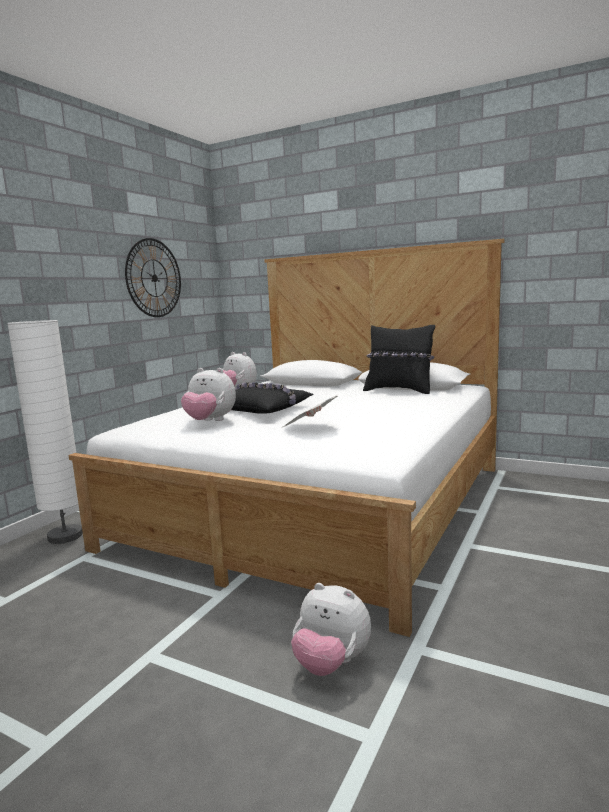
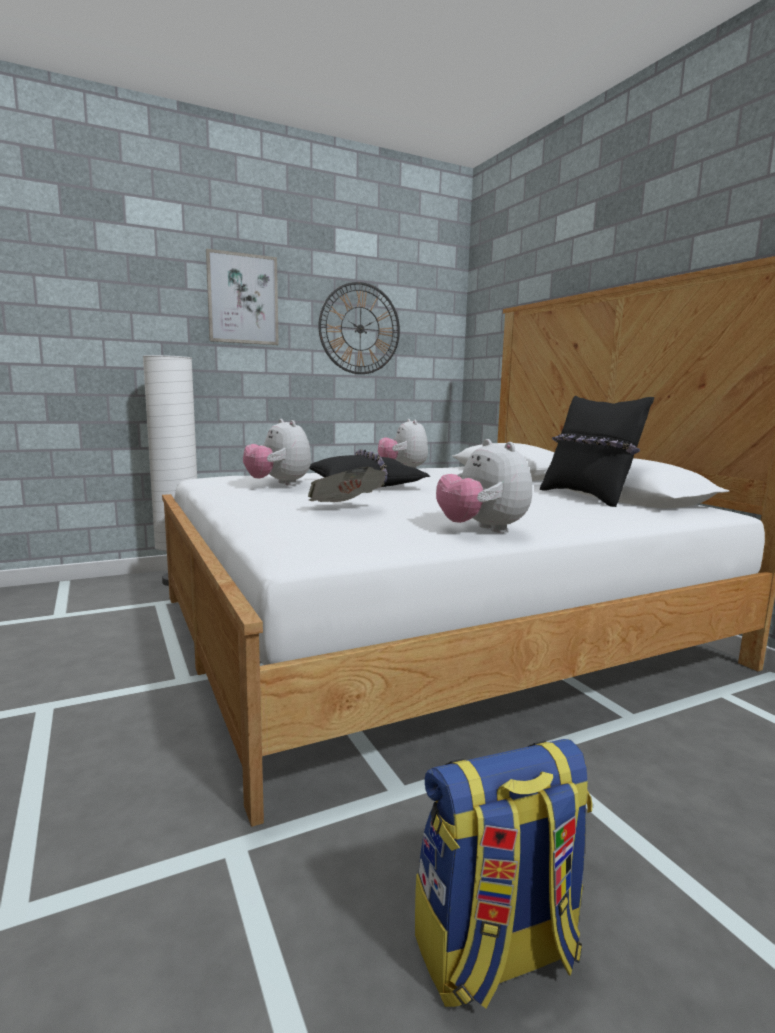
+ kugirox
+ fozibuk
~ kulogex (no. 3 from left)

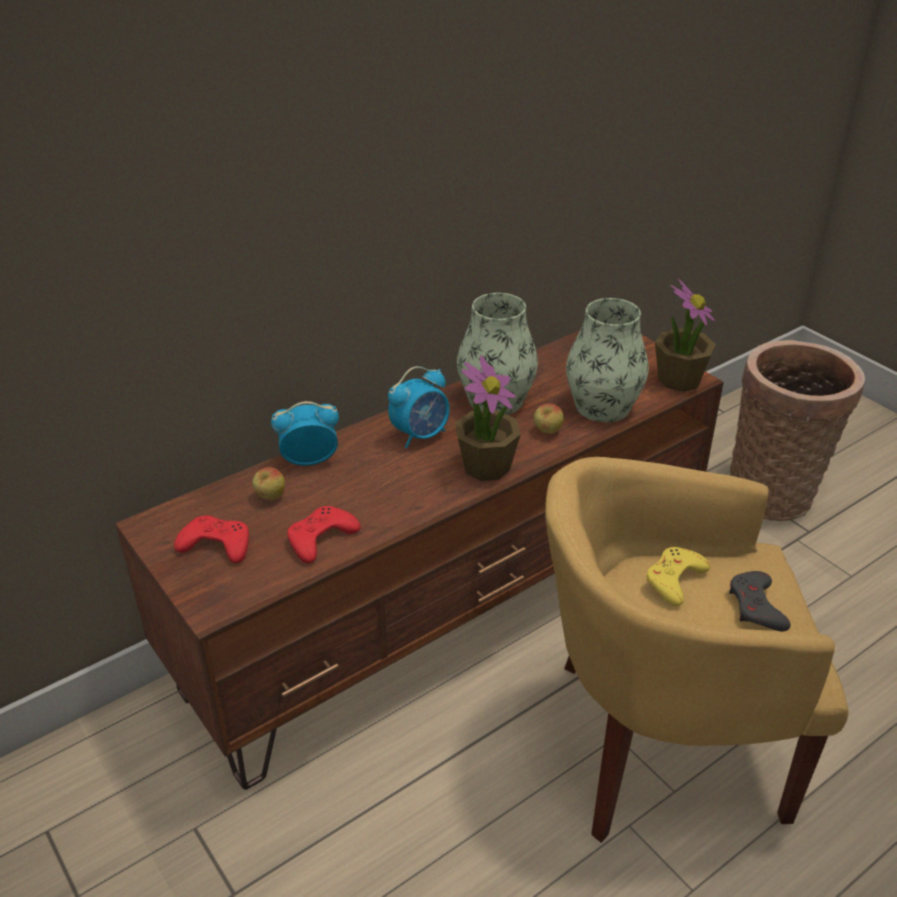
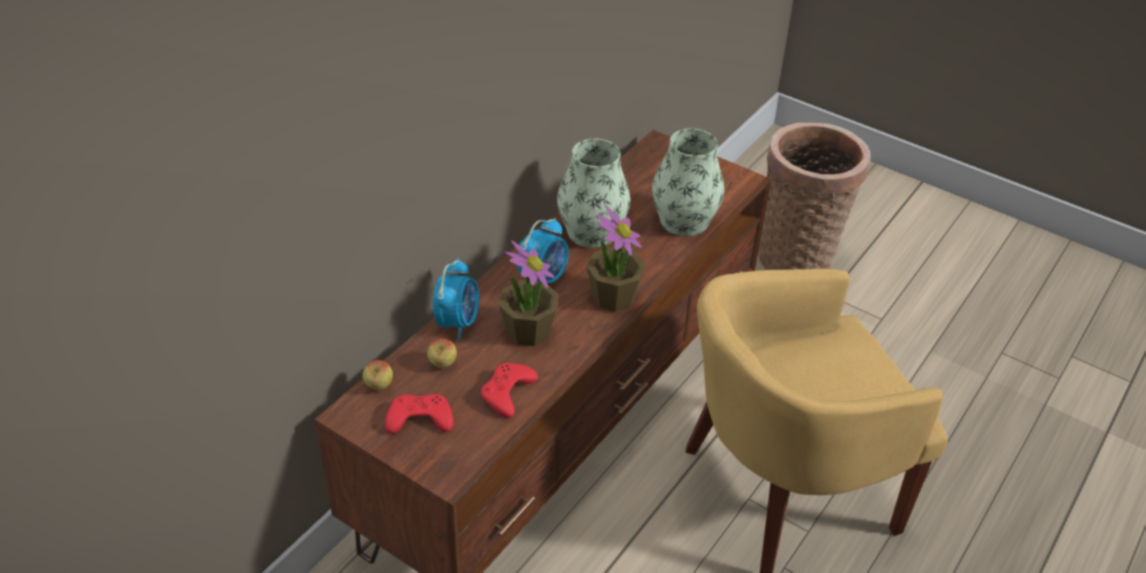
- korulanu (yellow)
- korulanu (grey)
~ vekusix (no. 2 from left in the first image) to vekusix (no. 1 from left)
~ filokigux (no. 2 from left in the first image) to filokigux (no. 1 from left)
~ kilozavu (no. 1 from left) 135 degrees clockwise

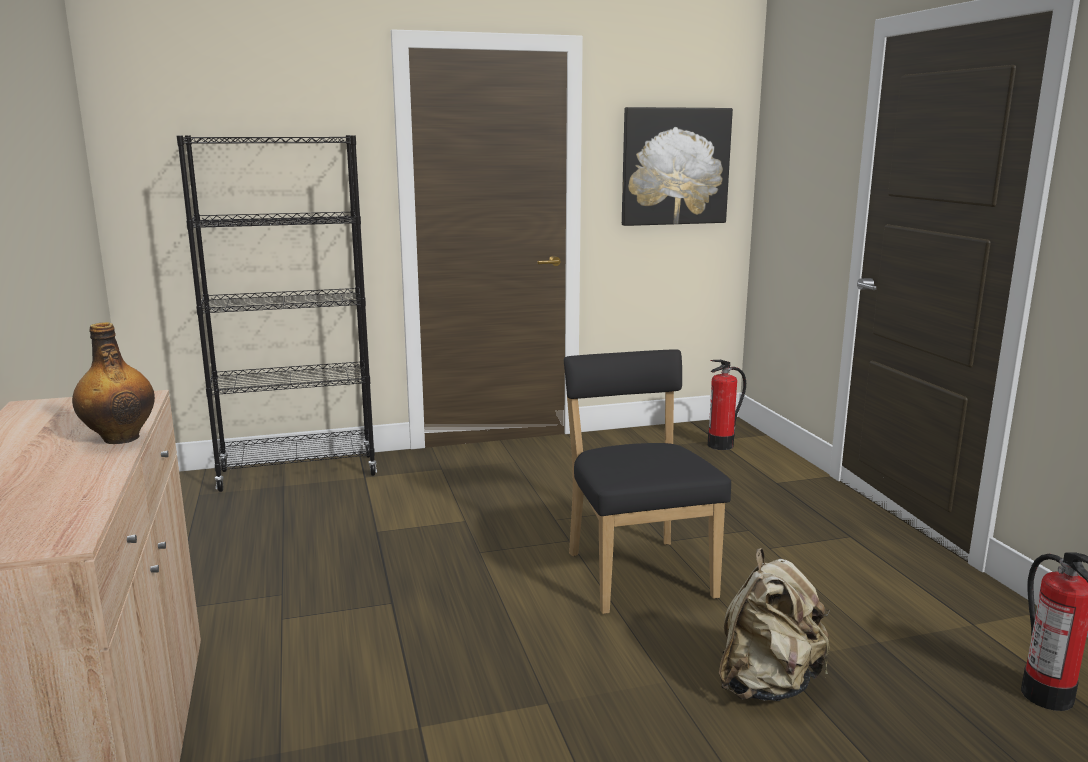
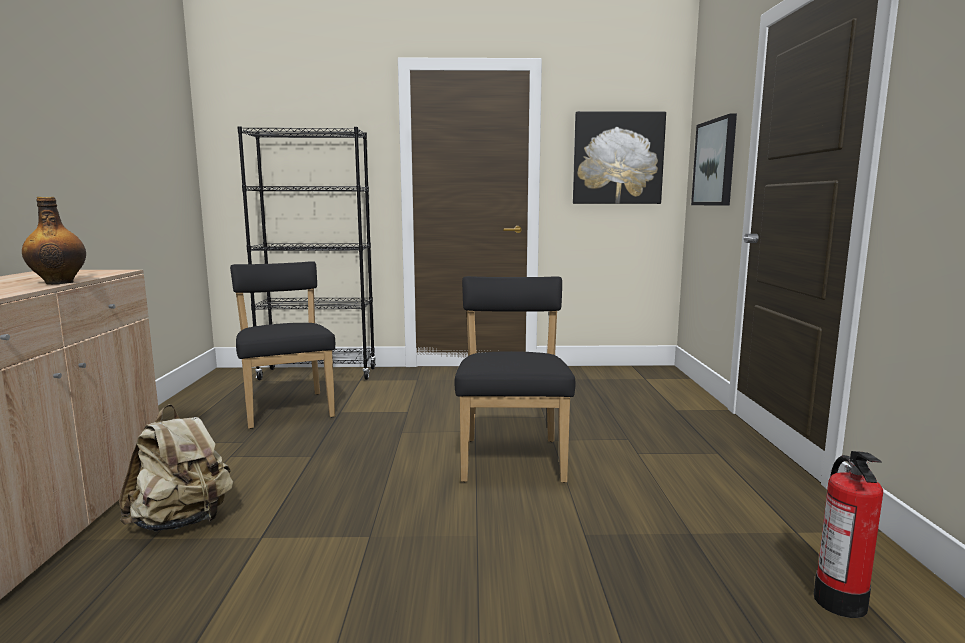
- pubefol (no. 1 from left)
+ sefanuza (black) (no. 1 from left)
+ kugirox (no. 2 from left)
~ fozibuk (beige)

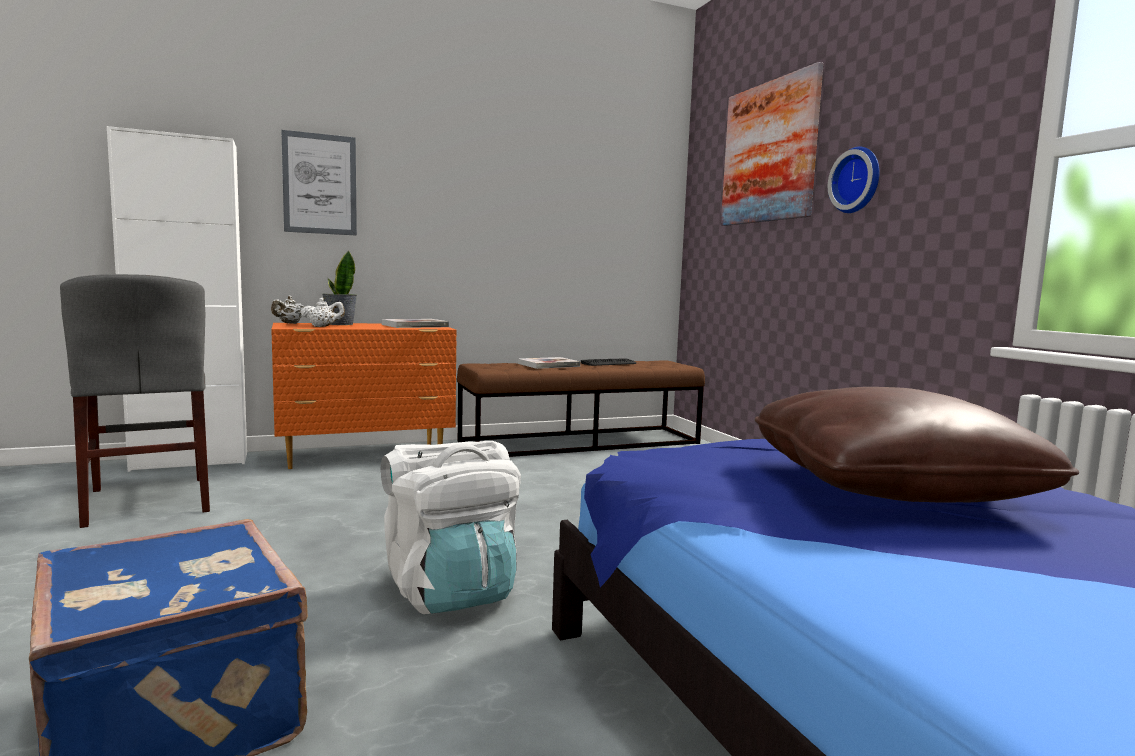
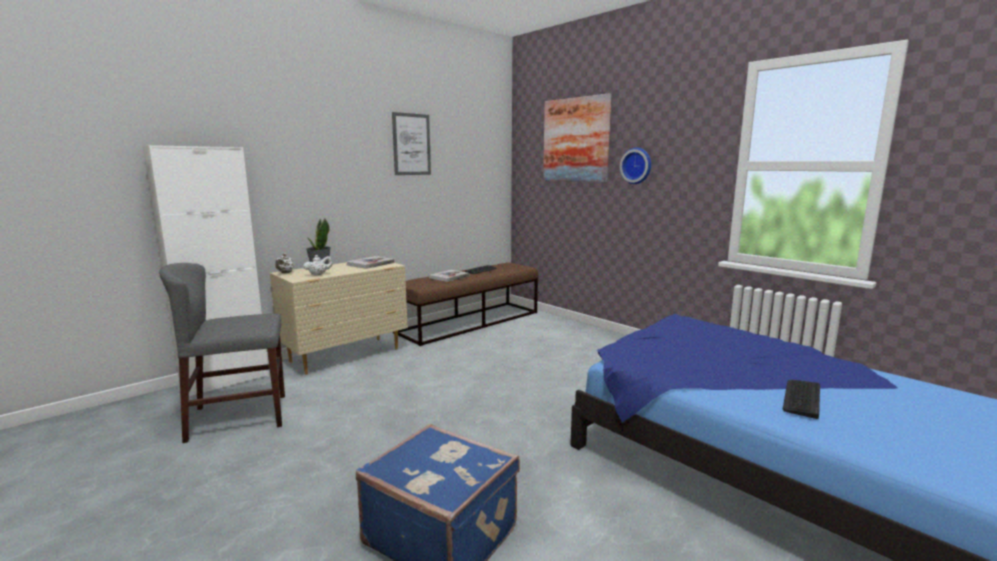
- fozibuk (white)
- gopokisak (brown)
+ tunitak (no. 2 from left)
~ kugirox (no. 1 from left)
~ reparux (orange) to reparux (beige)
~ sefanuza (grey) 120 degrees clockwise

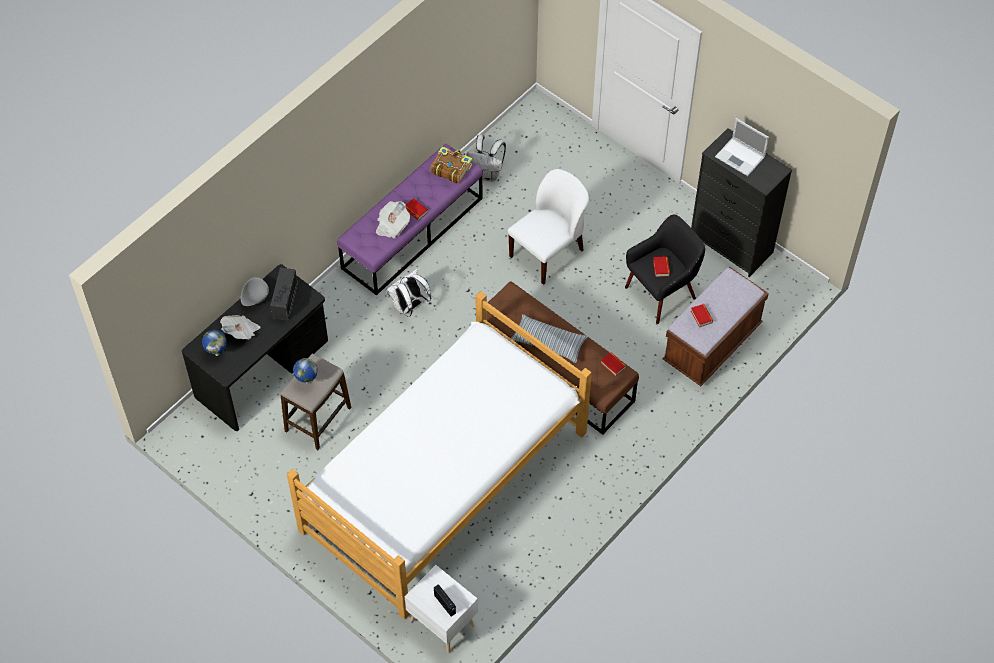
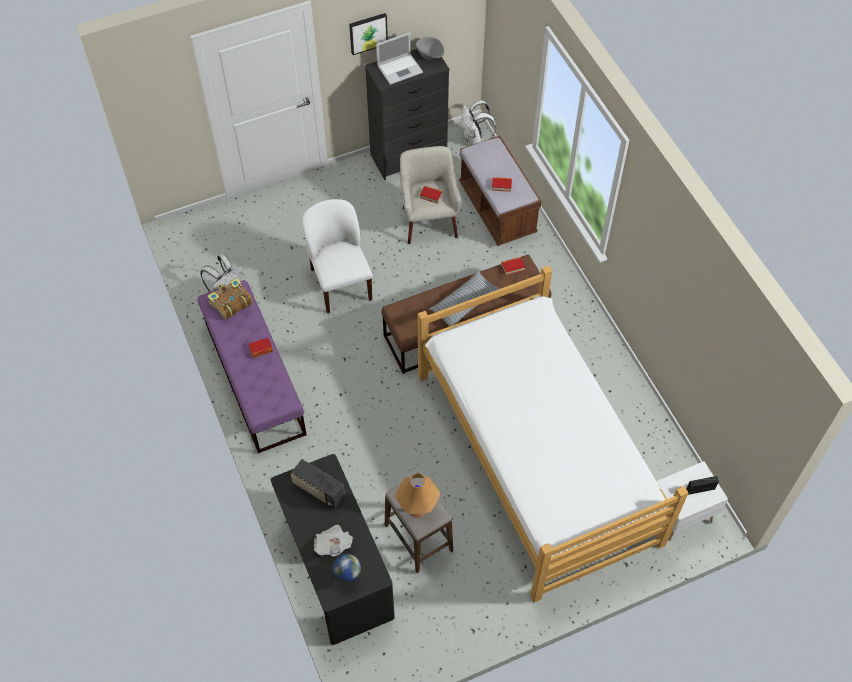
- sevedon (no. 2 from left)
+ kugirox
~ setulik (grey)
~ fozibuk (white) (no. 1 from left in the first image) to fozibuk (white) (no. 2 from left)
~ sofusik (no. 2 from left) to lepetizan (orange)
~ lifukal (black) to lifukal (beige)

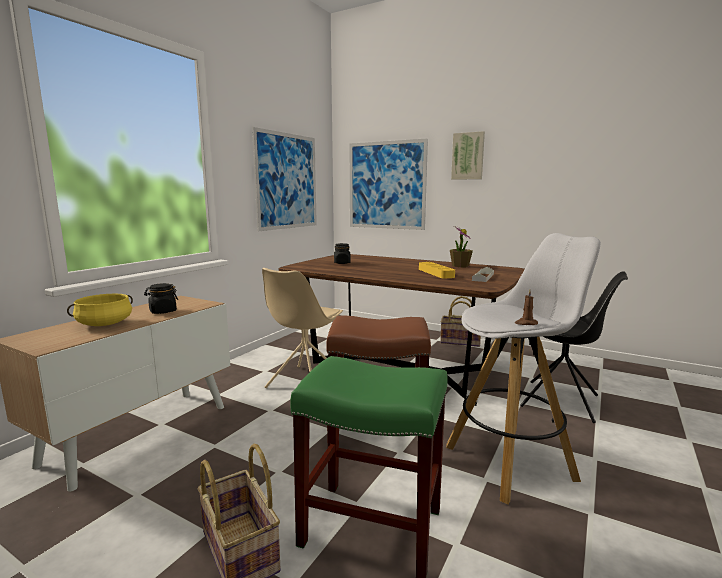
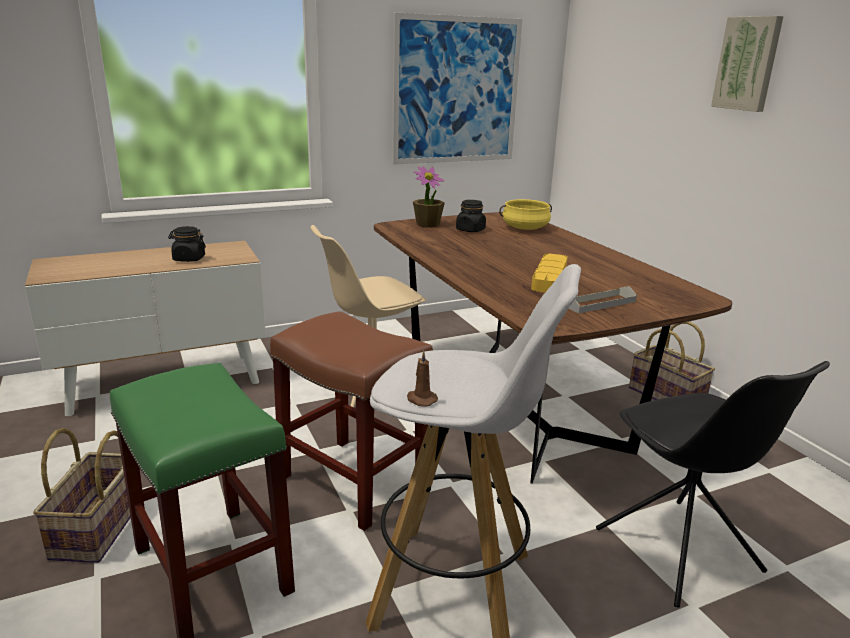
- kugirox (no. 2 from left)
~ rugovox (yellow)
~ filokigux

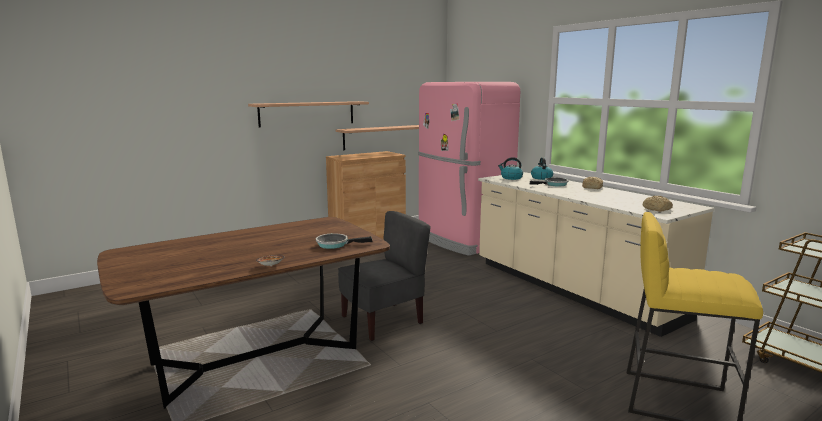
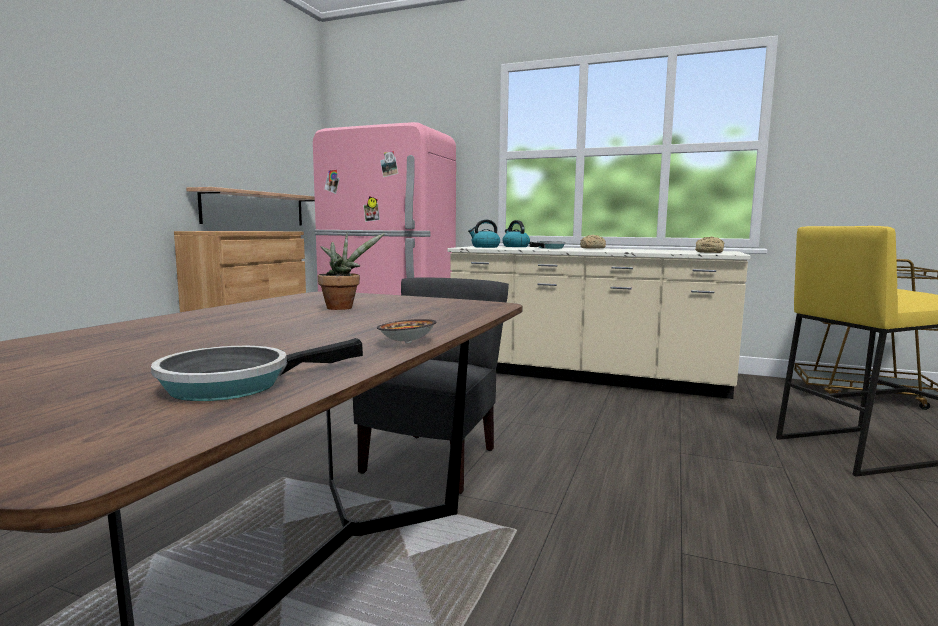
- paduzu (no. 1 from left)
+ filokigux
~ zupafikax (no. 1 from left)

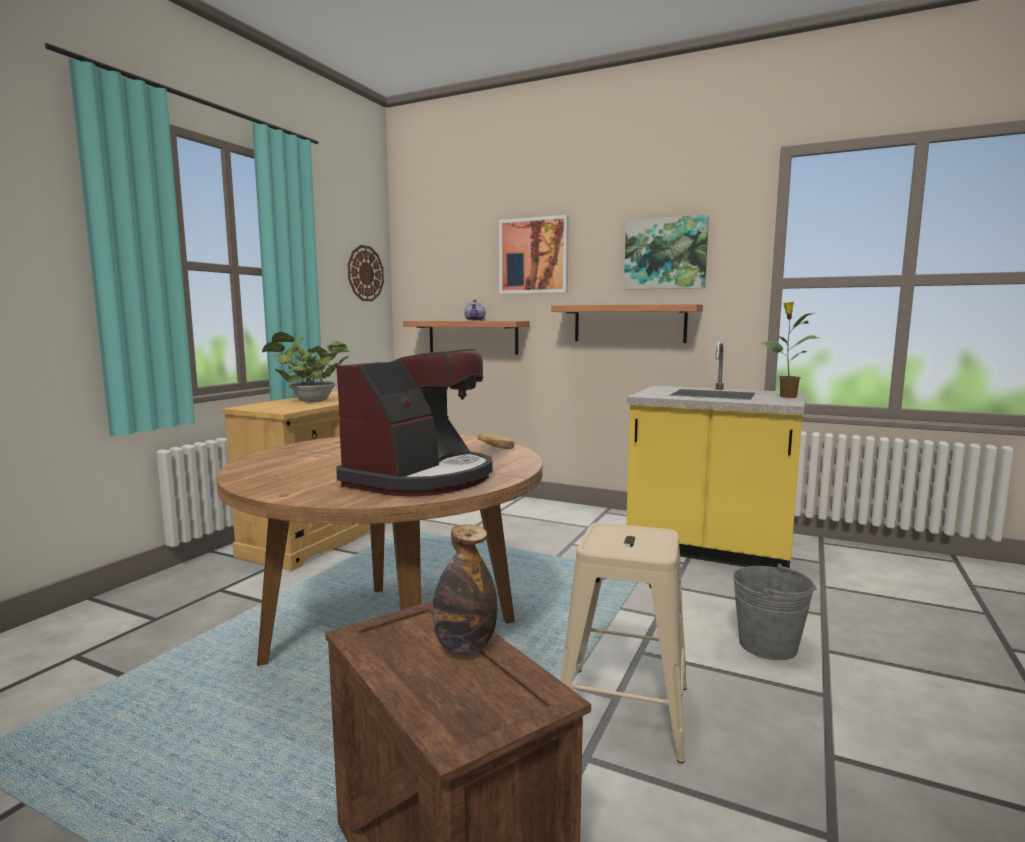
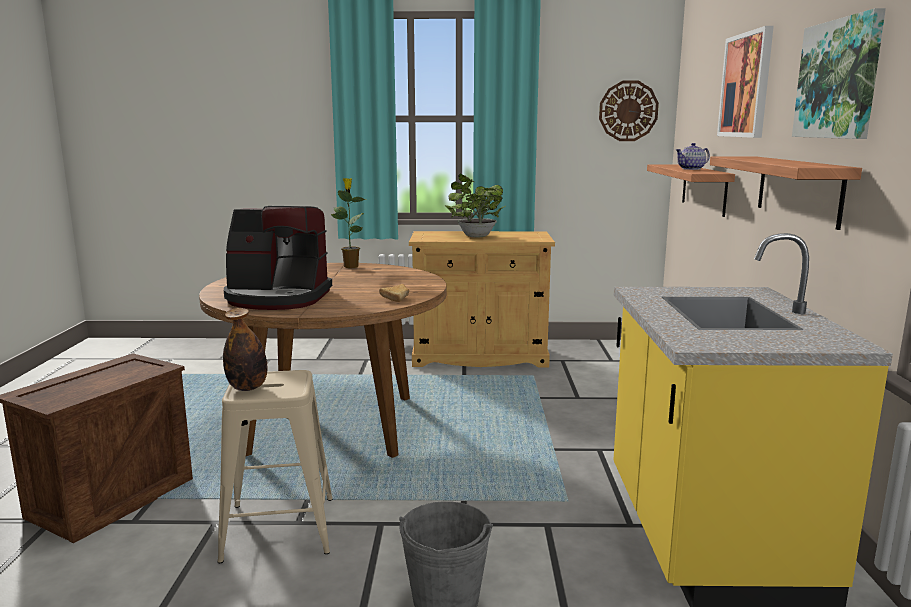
~ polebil
~ filokigux (no. 2 from left in the first image) to filokigux (no. 1 from left)

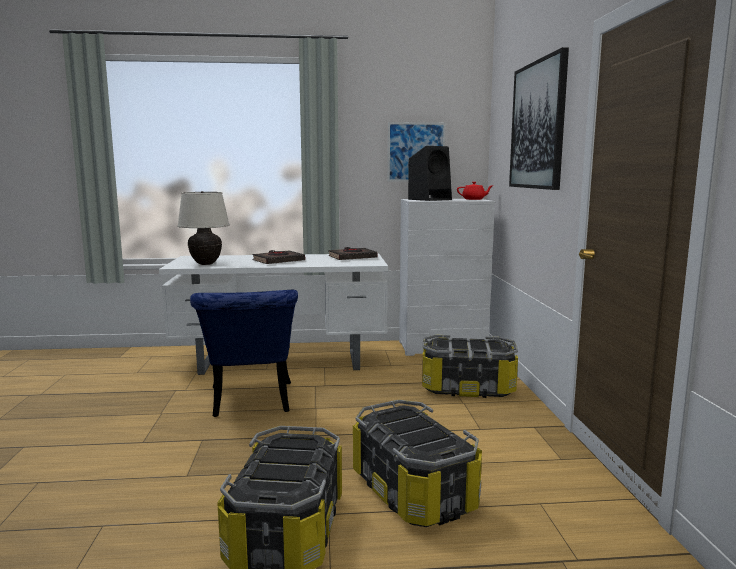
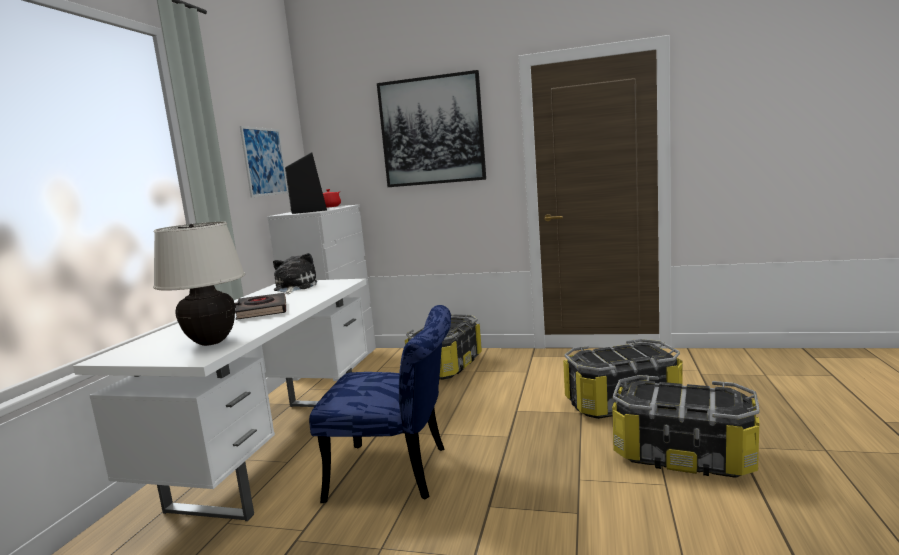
~ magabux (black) (no. 2 from left) to kulogex

